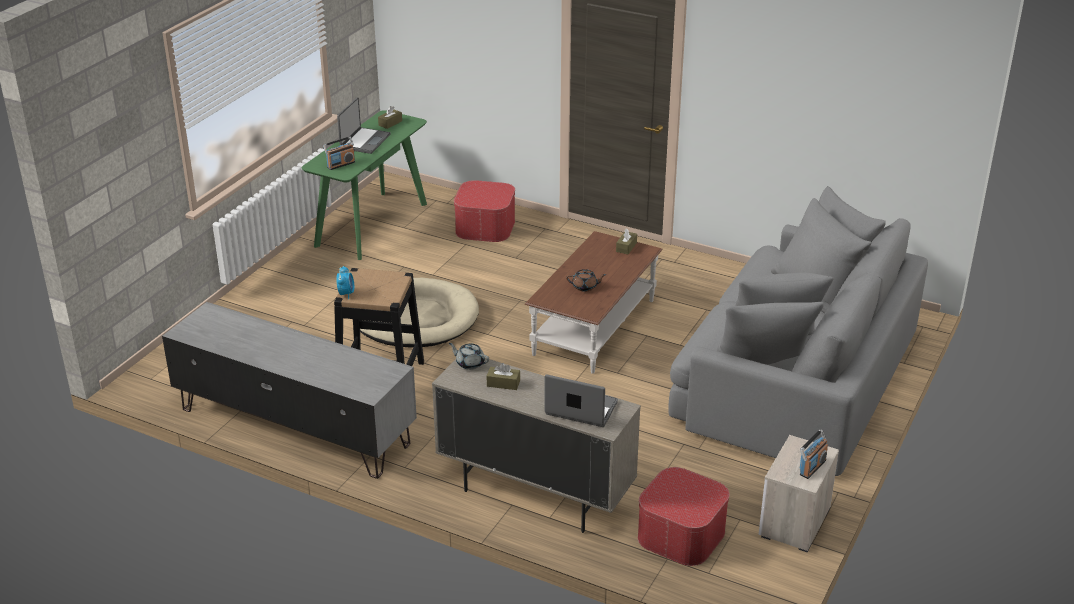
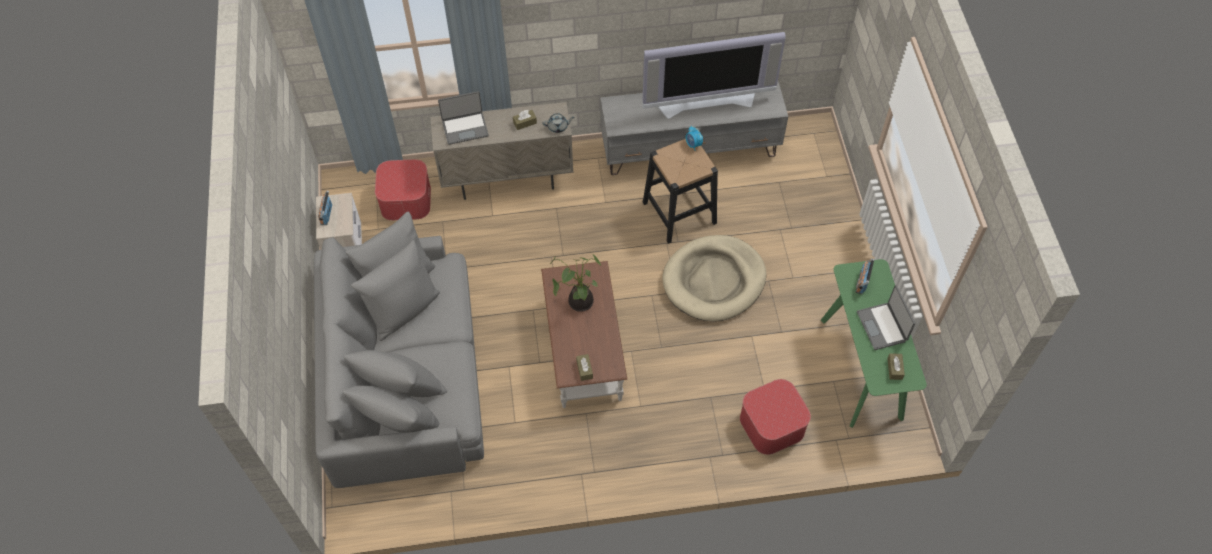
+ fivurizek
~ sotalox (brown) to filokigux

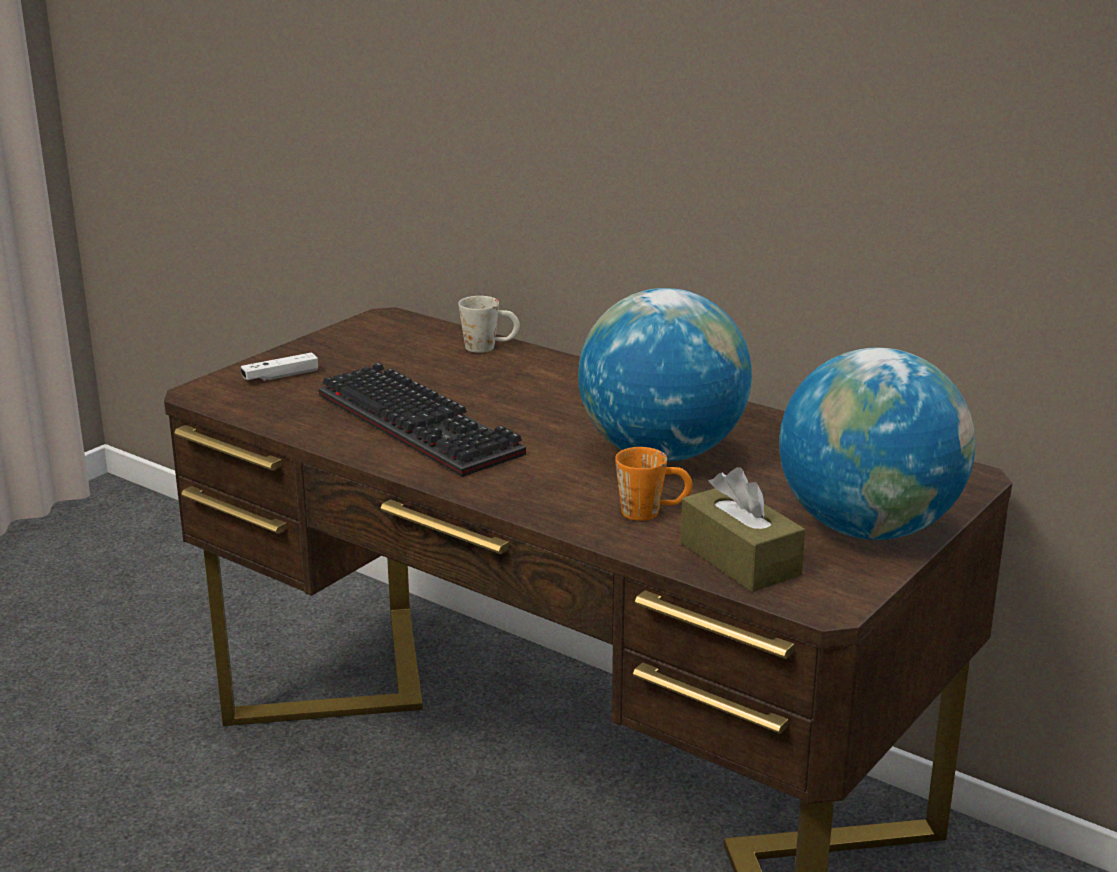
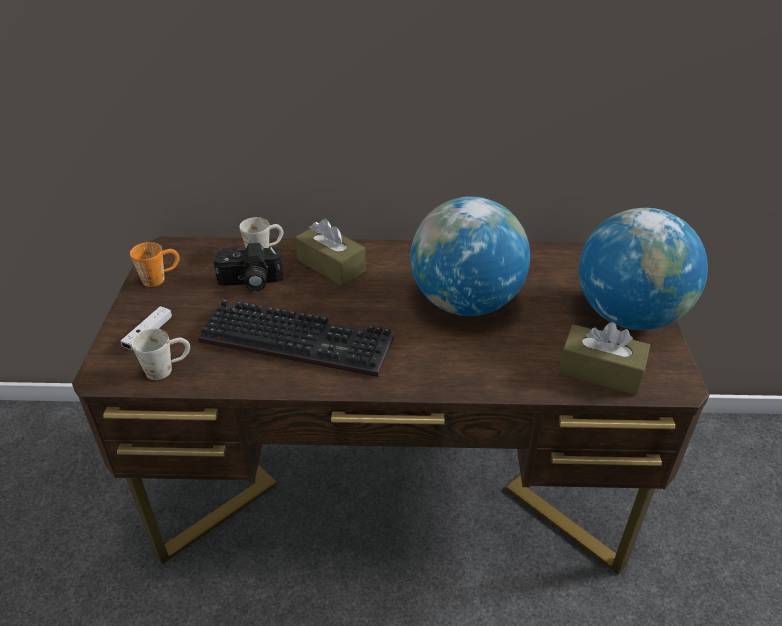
+ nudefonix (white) (no. 1 from left)
+ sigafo
+ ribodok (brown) (no. 1 from left)
~ nudefonix (orange)

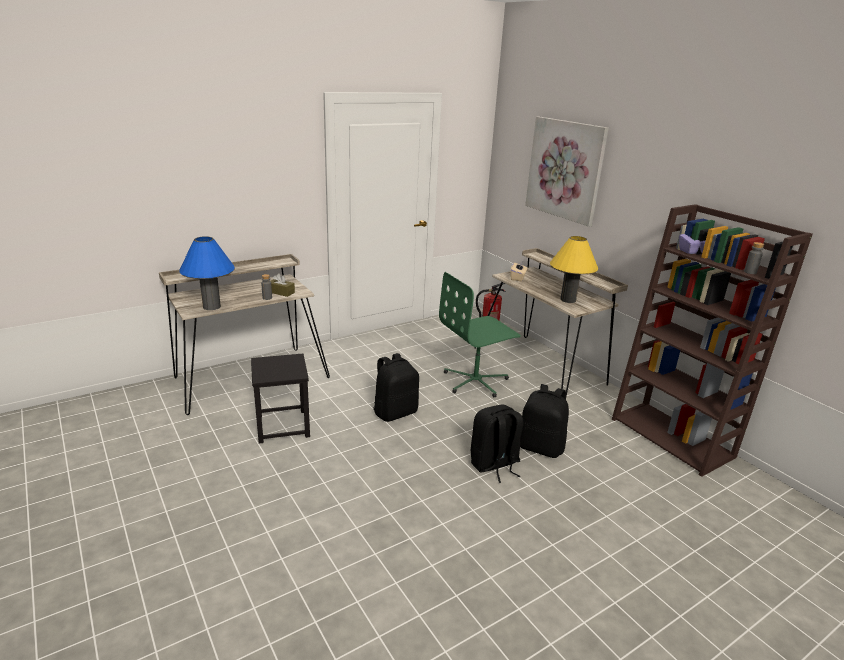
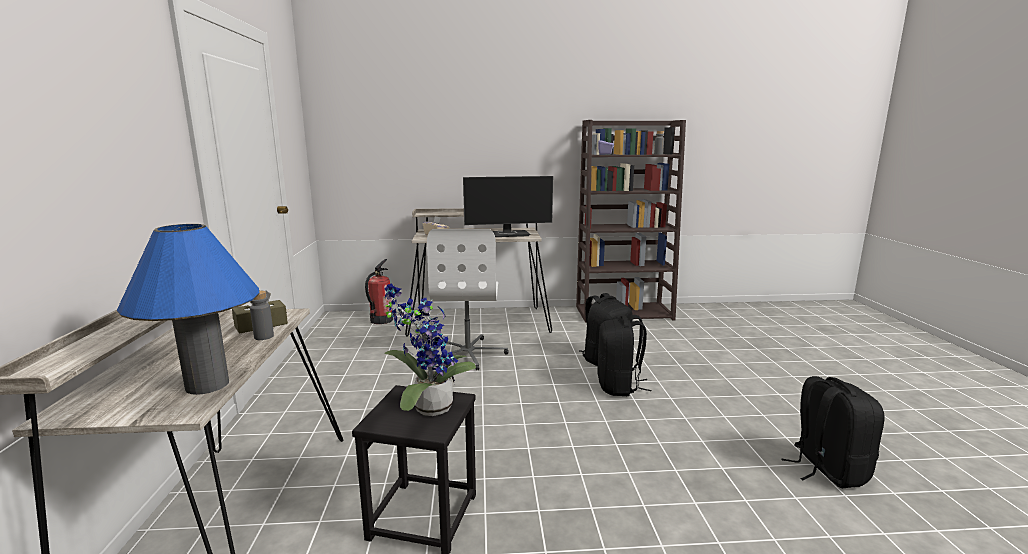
- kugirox
+ filokigux
~ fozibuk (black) (no. 1 from left in the first image) to fozibuk (black) (no. 3 from left)
~ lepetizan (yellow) to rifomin
~ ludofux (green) to ludofux (white)

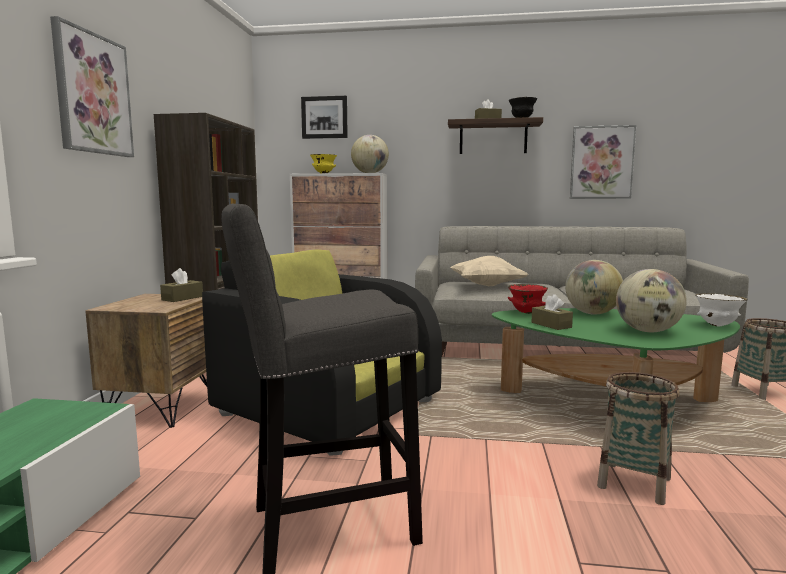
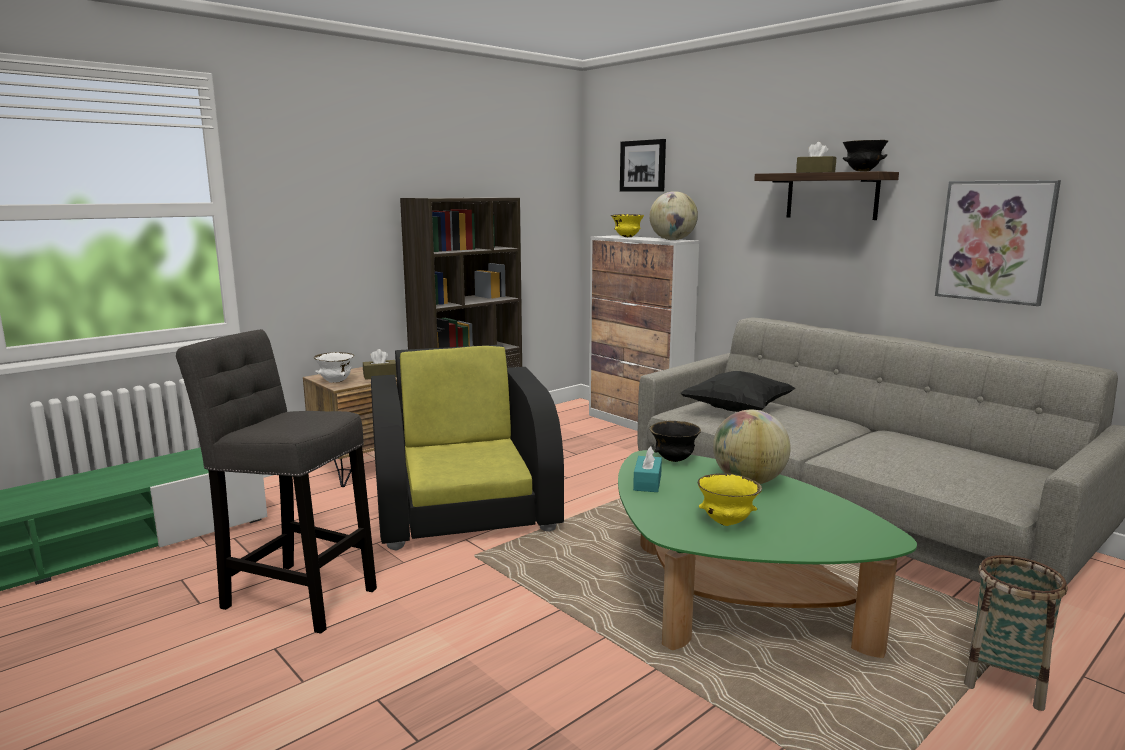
- kugirox (no. 1 from left)
- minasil (no. 1 from left)
~ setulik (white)
~ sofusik (no. 3 from left) to setulik (yellow) (no. 2 from left)
~ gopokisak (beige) to gopokisak (black)
~ setulik (red) to setulik (black) (no. 1 from left)
~ ribodok (brown) (no. 3 from left) to ribodok (turquoise)

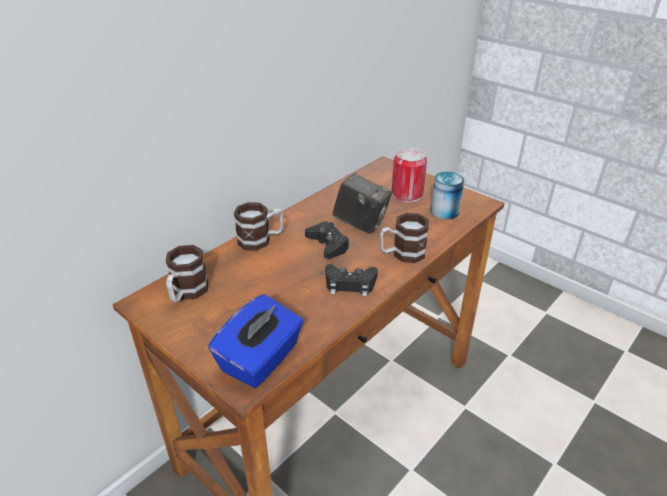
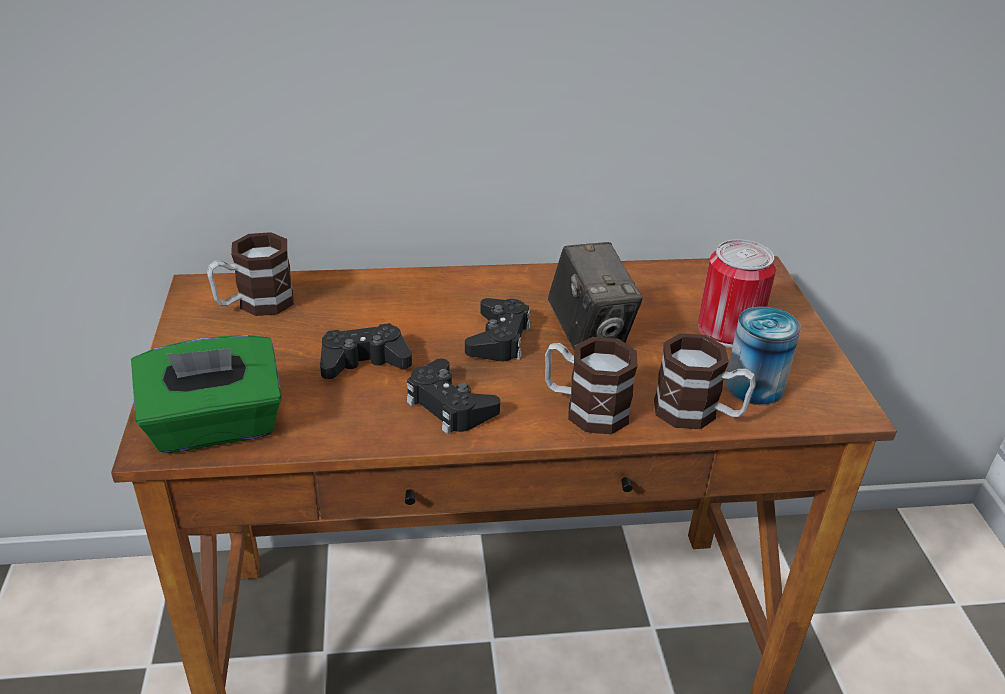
+ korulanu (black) (no. 1 from left)
~ nudefonix (no. 2 from left in the first image) to nudefonix (no. 3 from left)
~ ribodok (blue) to ribodok (green)

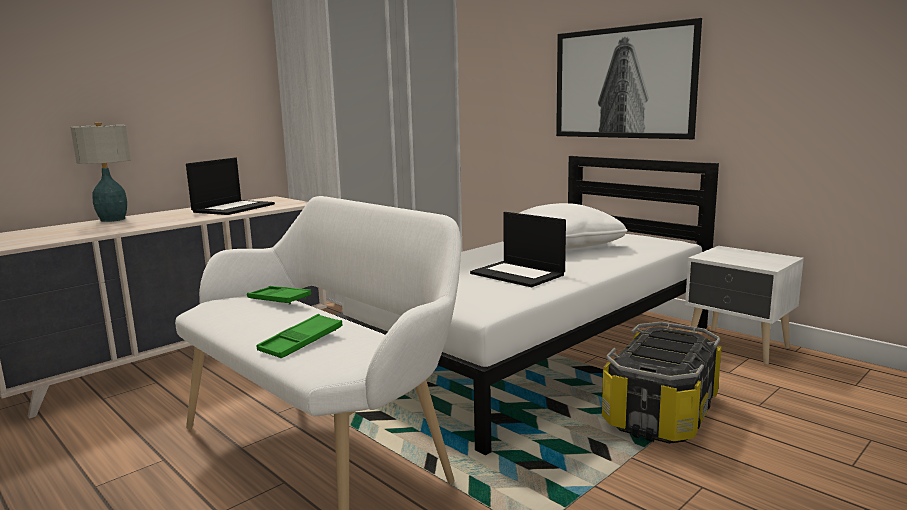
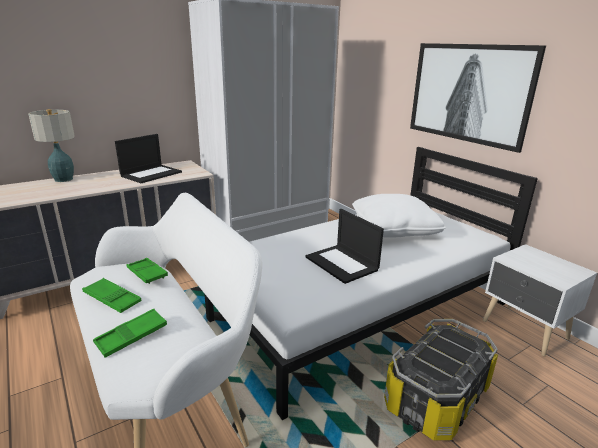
+ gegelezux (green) (no. 1 from left)

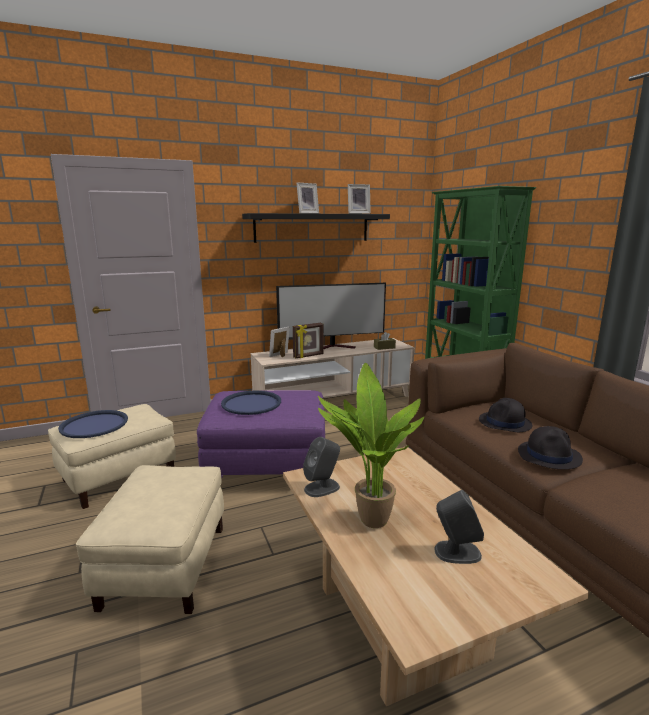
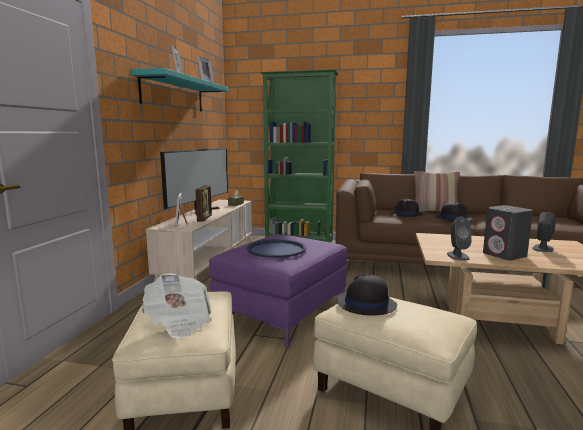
+ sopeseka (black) (no. 1 from left)
+ gopokisak
~ gegelezux (blue) (no. 1 from left) to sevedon
~ filokigux to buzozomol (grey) (no. 2 from left)
~ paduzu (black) to paduzu (turquoise)

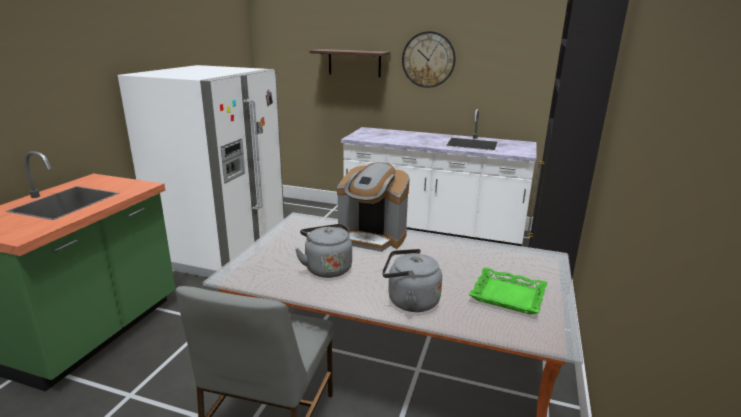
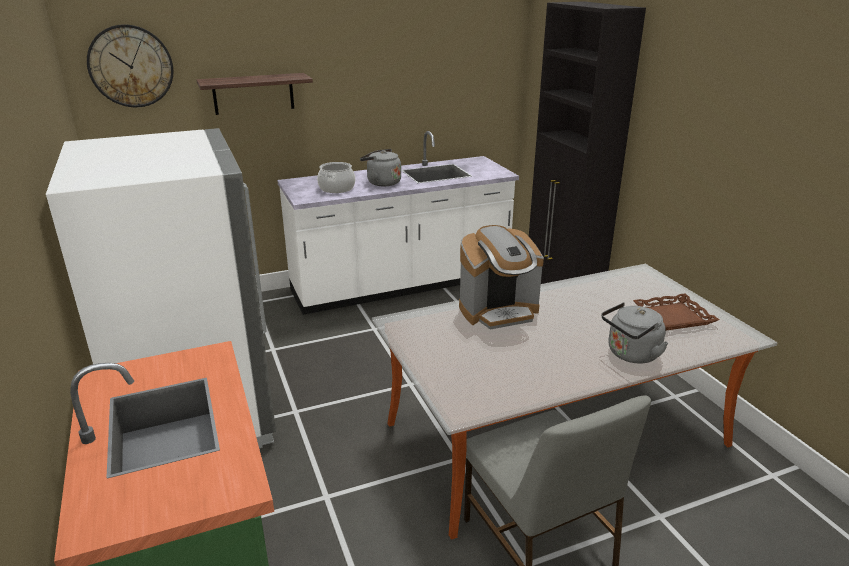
+ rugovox
~ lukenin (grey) (no. 1 from left)
~ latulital
~ gegelezux (green) to gegelezux (brown)

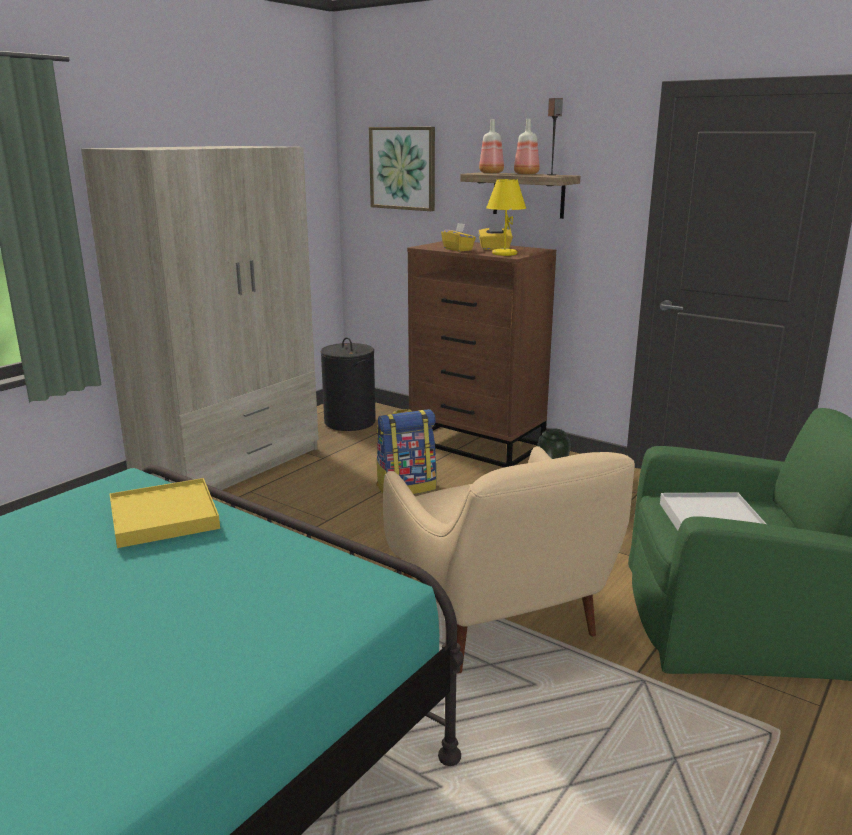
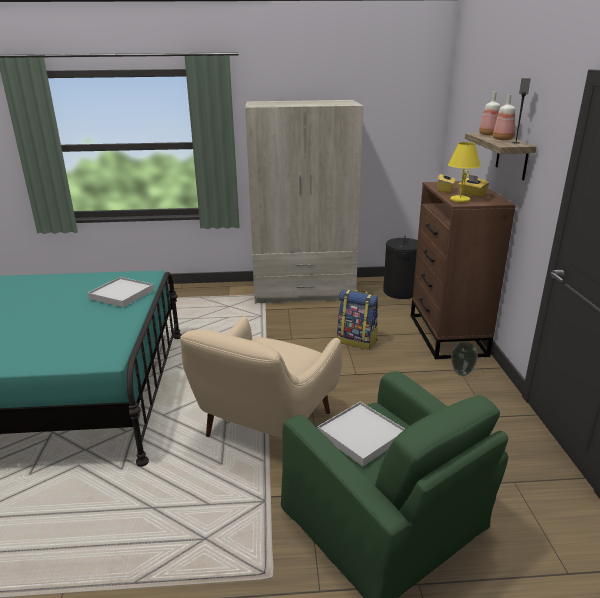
- kugirox
~ gegelezux (yellow) to gegelezux (white) (no. 1 from left)

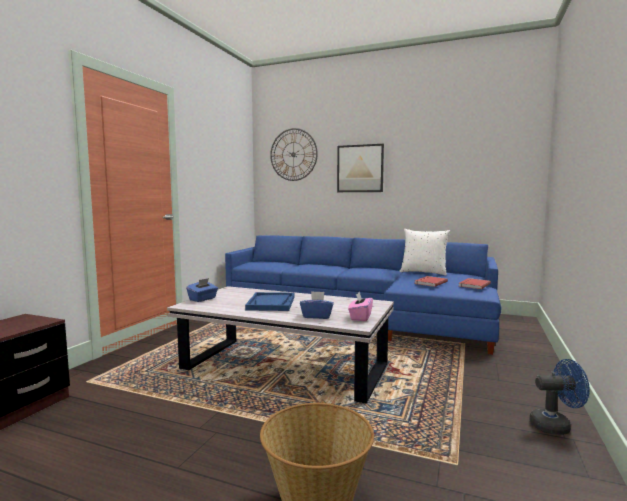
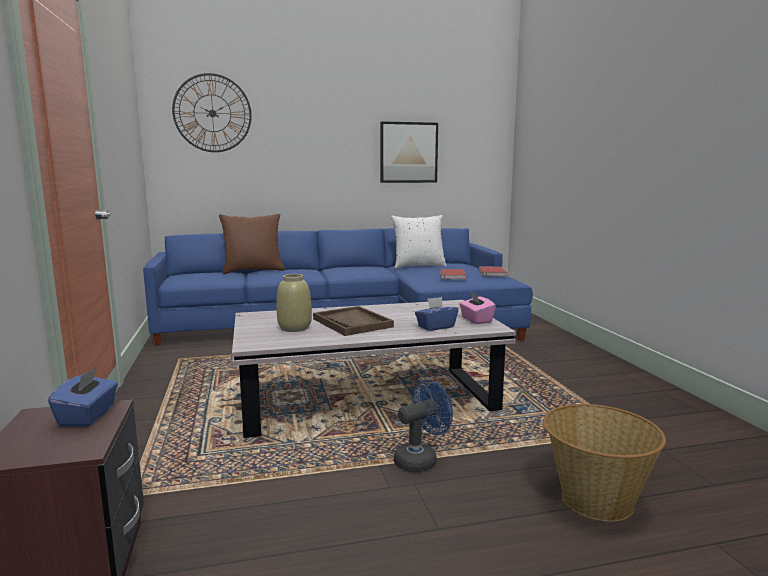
+ gopokisak (brown)
+ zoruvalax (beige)
~ ribodok (blue) (no. 1 from left)
~ kugirox
~ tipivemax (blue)
~ gegelezux (blue) to gegelezux (brown)

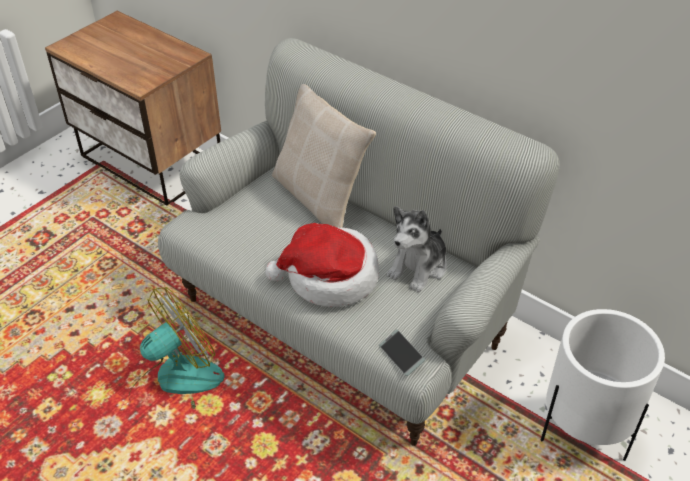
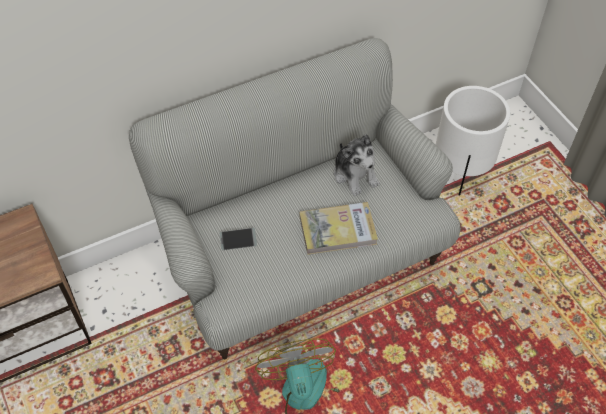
- gopokisak (beige)
~ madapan
~ sopeseka to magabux

